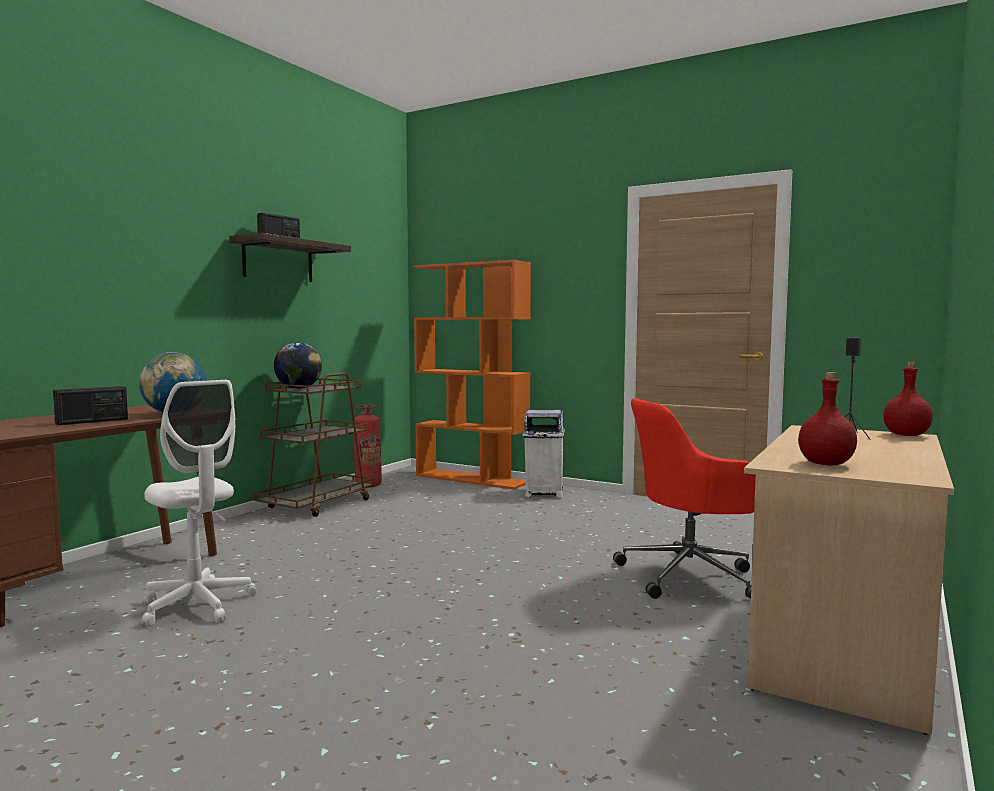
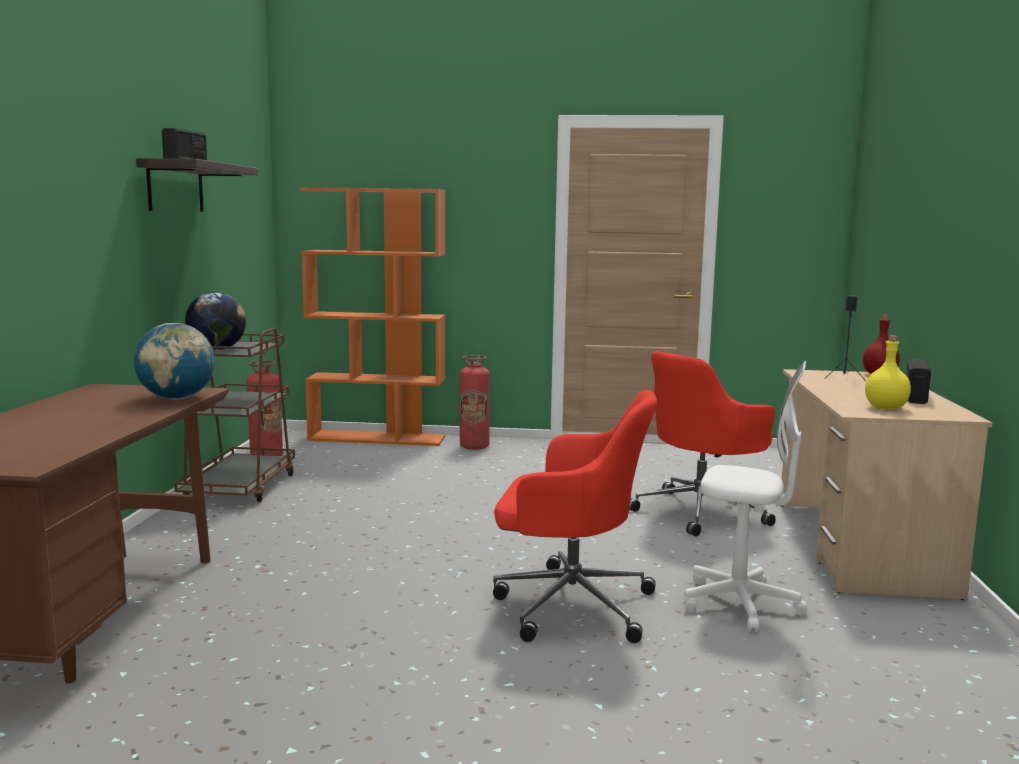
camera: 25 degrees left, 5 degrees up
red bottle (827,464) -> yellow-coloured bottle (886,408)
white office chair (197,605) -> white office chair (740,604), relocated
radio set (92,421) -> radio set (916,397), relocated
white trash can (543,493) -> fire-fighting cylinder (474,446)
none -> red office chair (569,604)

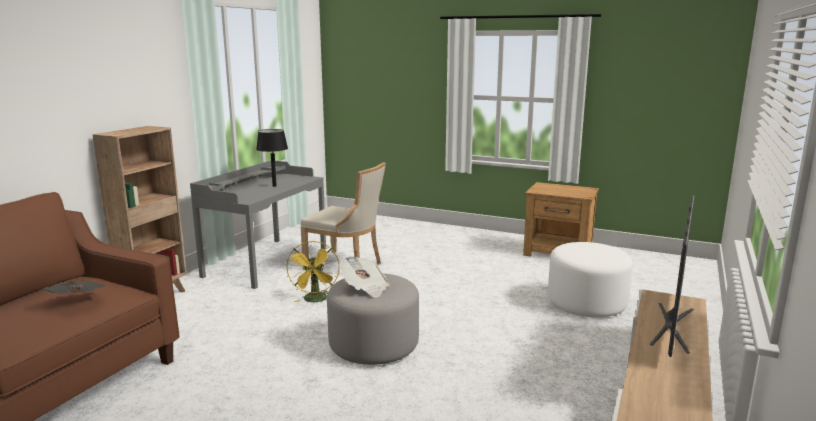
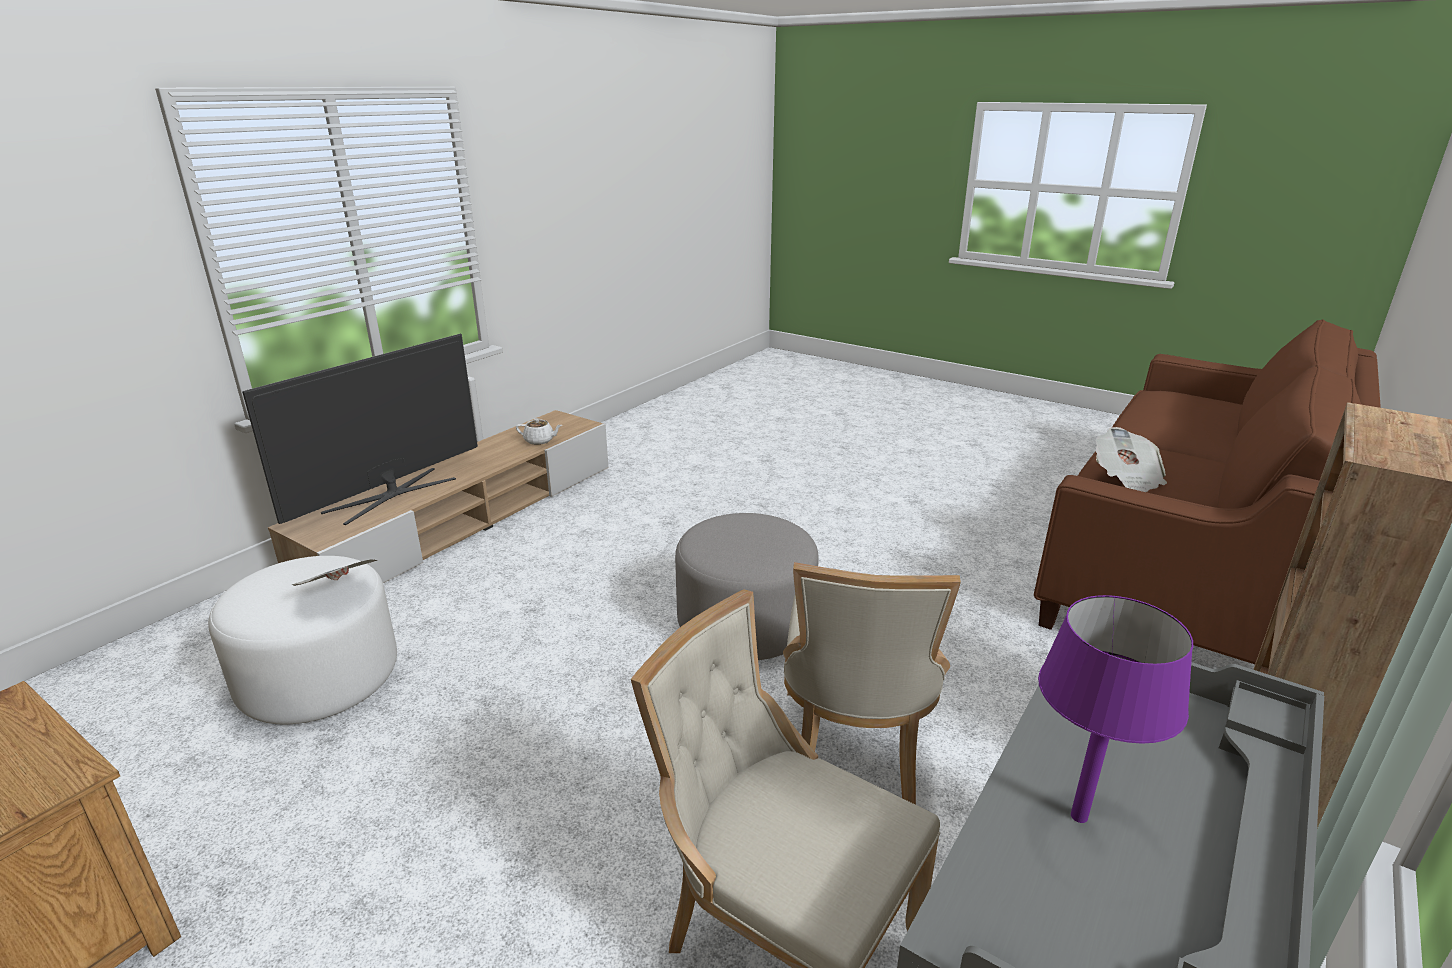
camera: 170 degrees left, 10 degrees up
blackish lamp for a table (274,186) -> purplish lamp for a table (1079,817)
yellow-coloured cooling fan (316,300) -> beige plain chair (853,755)
printed paper (365,288) -> printed paper (339,591), relocated
none -> white teapot (540,441)

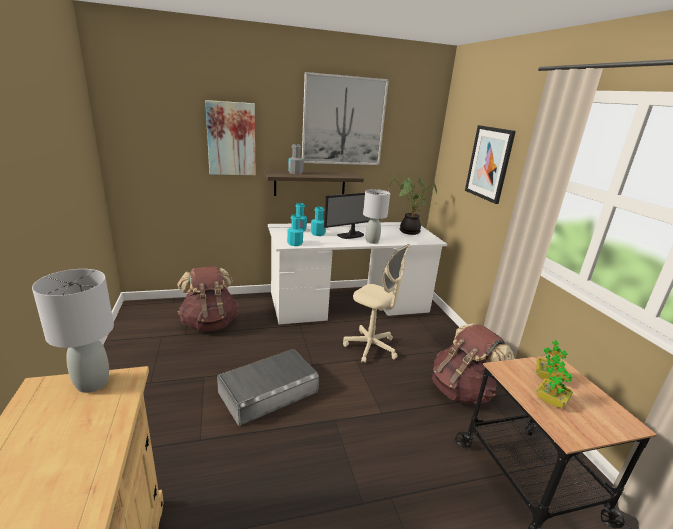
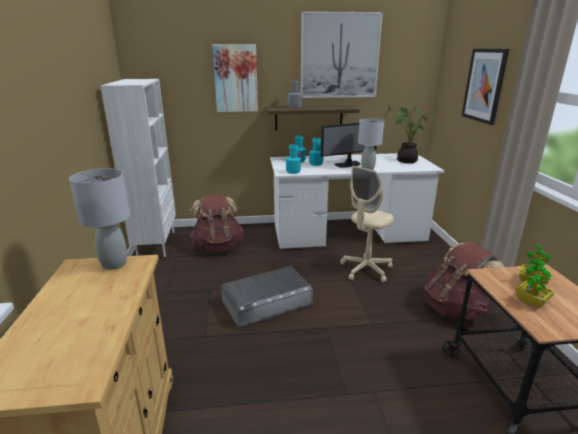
camera: 10 degrees right, 0 degrees up
beige office chair (371,347) -> beige office chair (366,269), 90 degrees clockwise
none -> white bookshelf (156,244)

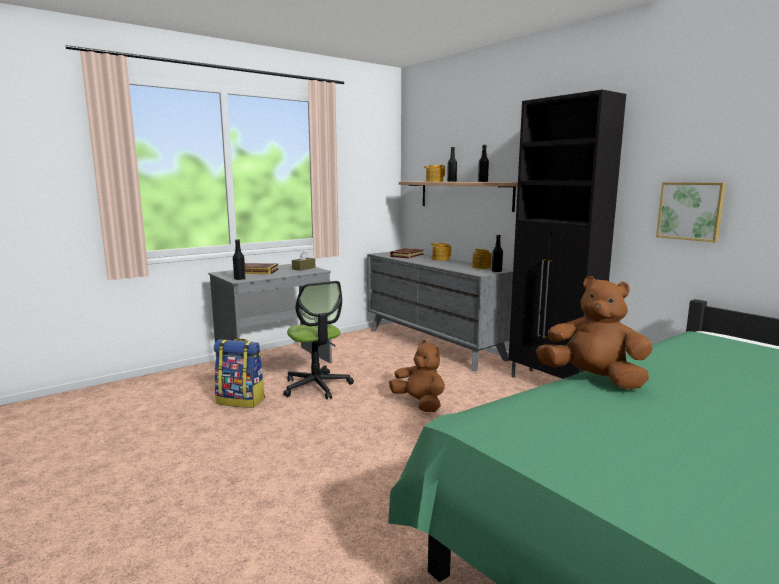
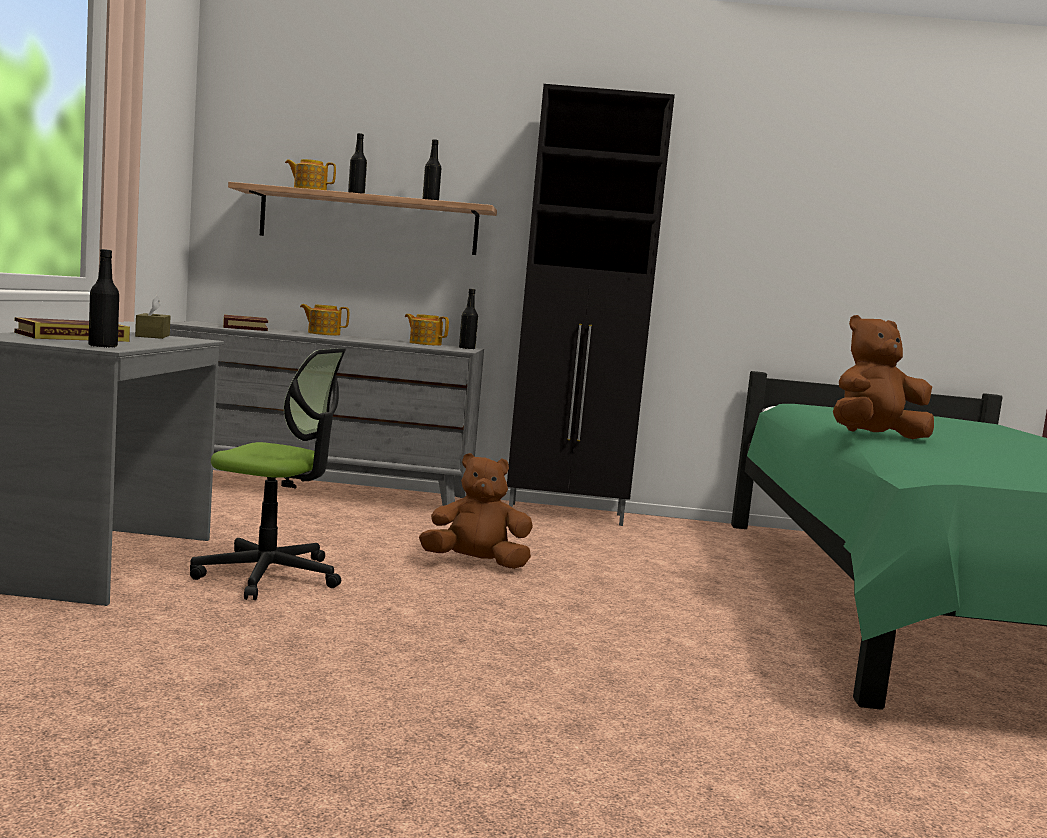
camera: 50 degrees left, 5 degrees down
wall art (690,211) -> none
knapsack (241,401) -> none

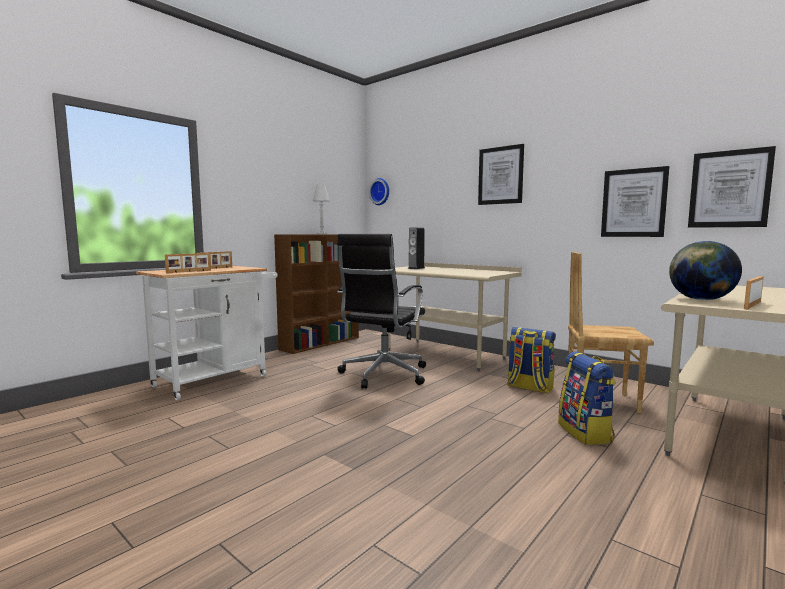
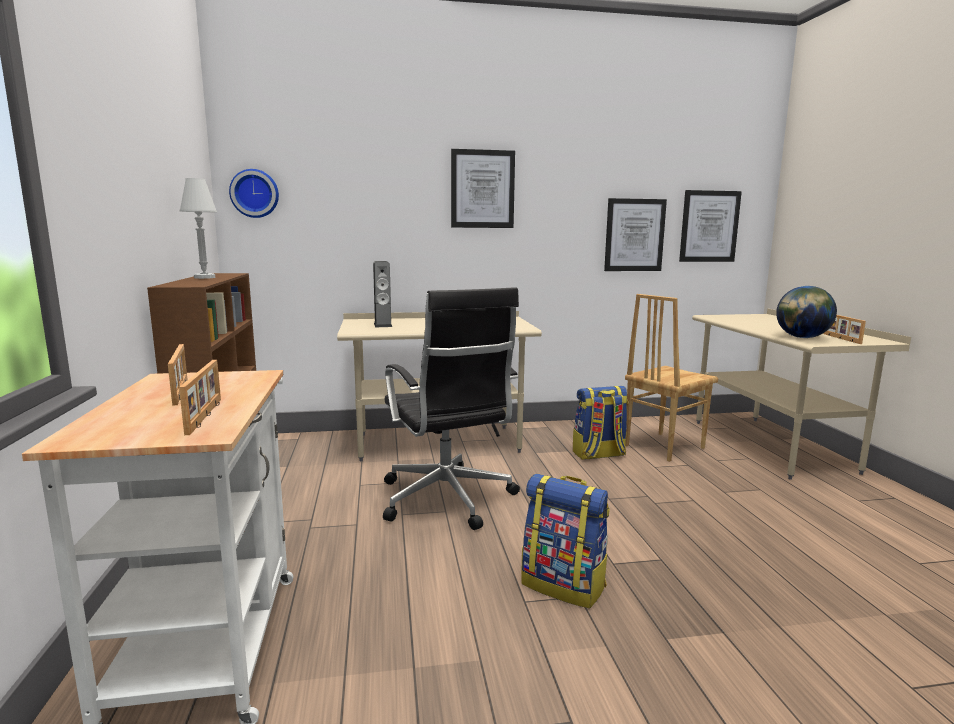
camera: 50 degrees left, 5 degrees up
knapsack (585,433) -> knapsack (564,585), relocated

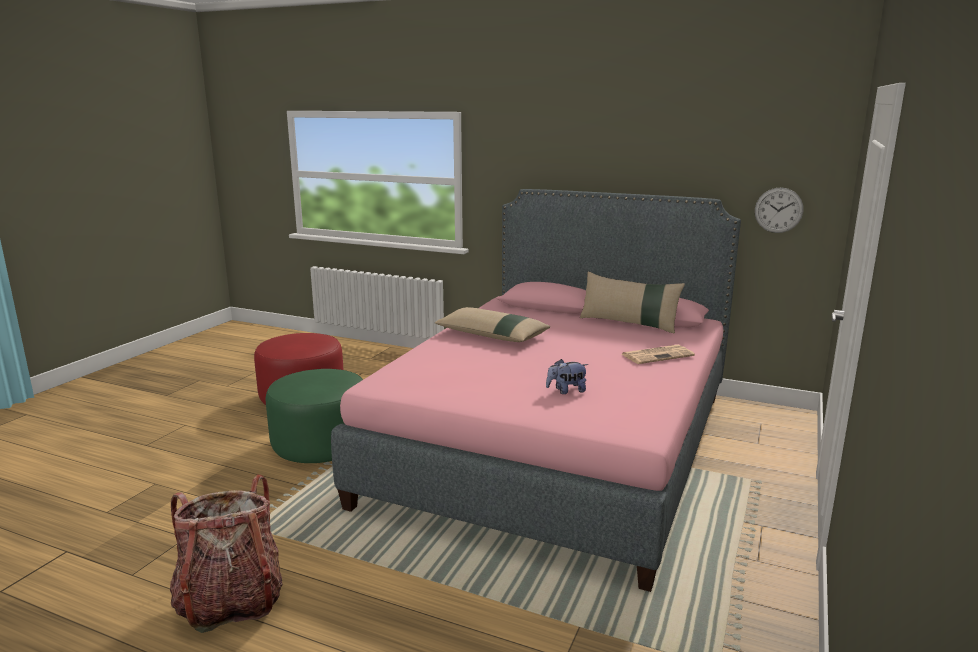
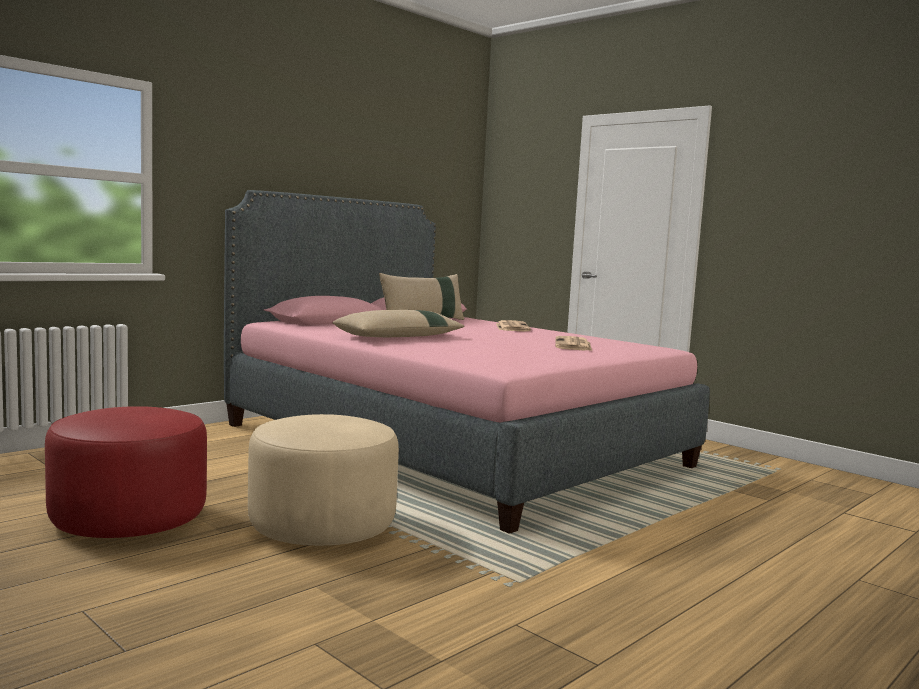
camera: 70 degrees left, 10 degrees down
wall clock (778,210) -> none
soft toy (566,391) -> printed paper (573,345)
greenish pouffe (321,445) -> beige pouffe (322,526)
knapsack (231,601) -> none

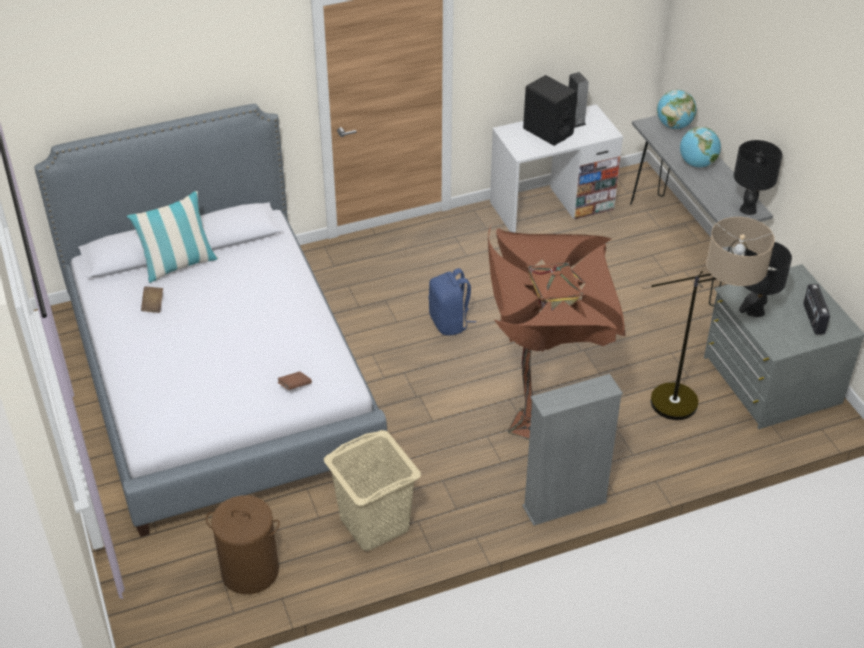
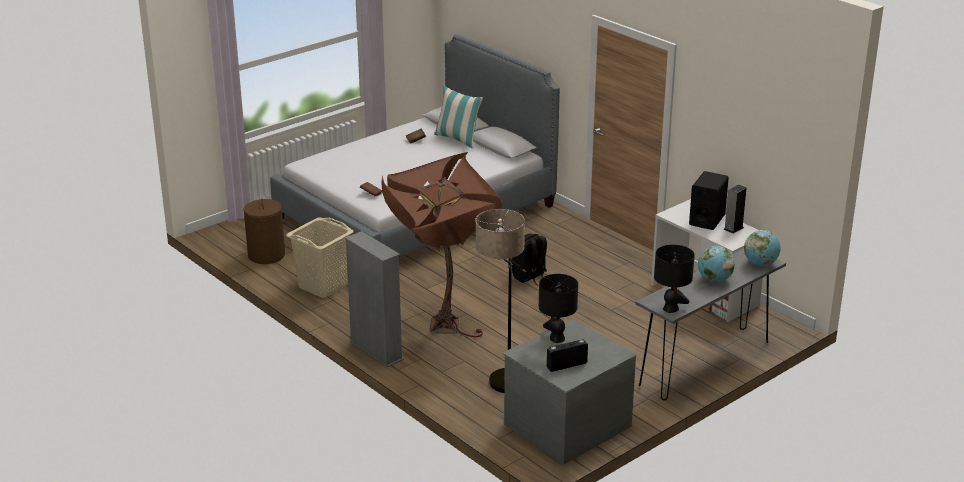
camera: 70 degrees right, 15 degrees down
blue-coloured knapsack (449,323) -> blackish knapsack (530,277)

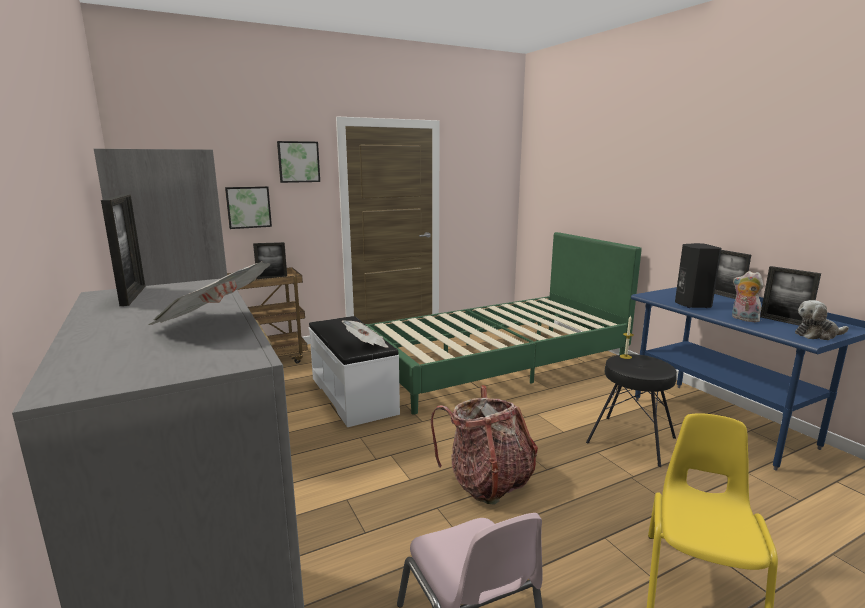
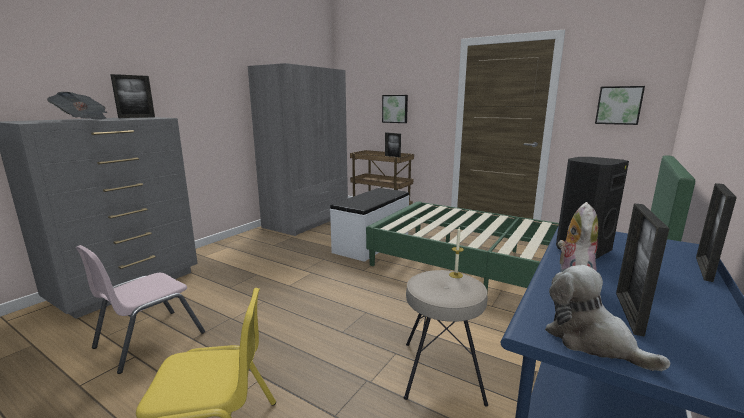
camera: 60 degrees right, 0 degrees up
wall art (298,162) -> wall art (619,105), relocated
printed paper (366,345) -> none
blackish sitting stool (631,440) -> beige sitting stool (441,371)
knapsack (487,481) -> none

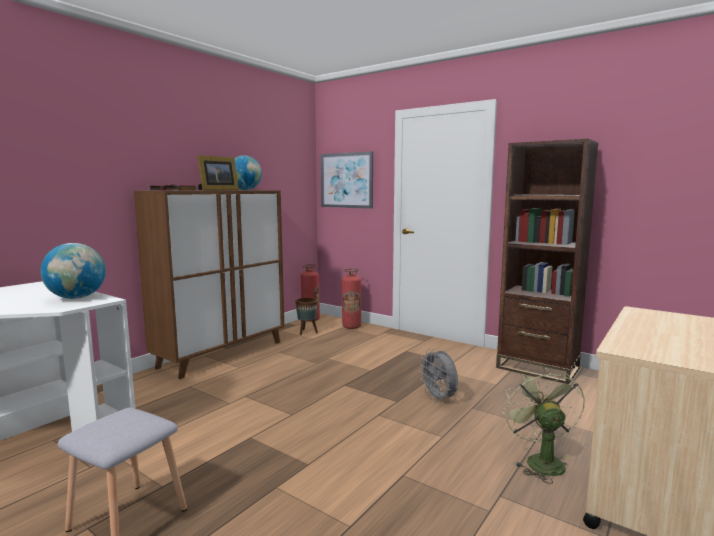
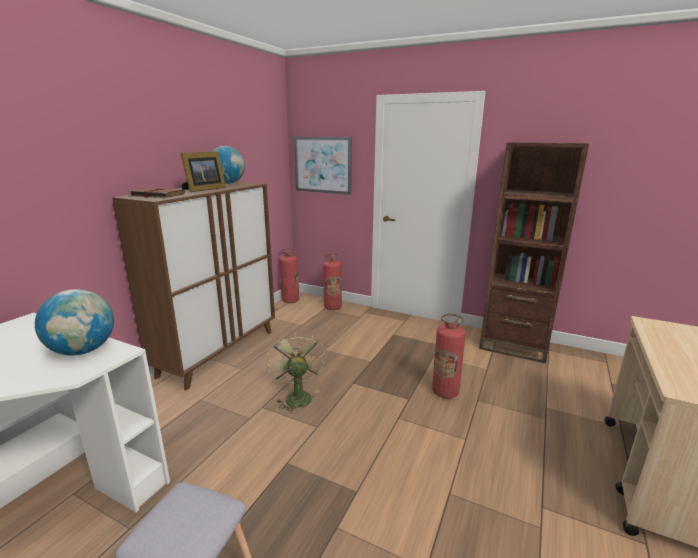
camera: 10 degrees left, 10 degrees up
brown-coloured plant pot (307,332) -> none
gray cooling fan (439,399) -> fire-fighting cylinder (445,392)
greenish cooling fan (540,460) -> greenish cooling fan (296,396), relocated

